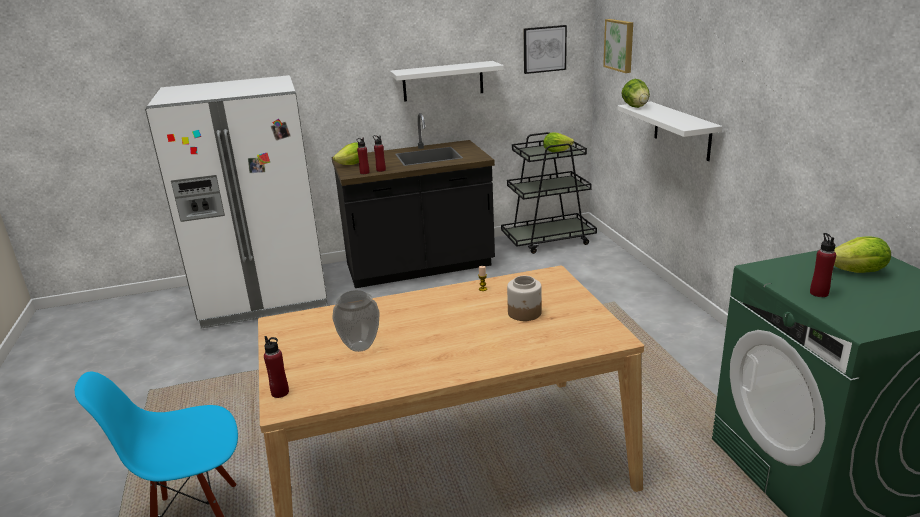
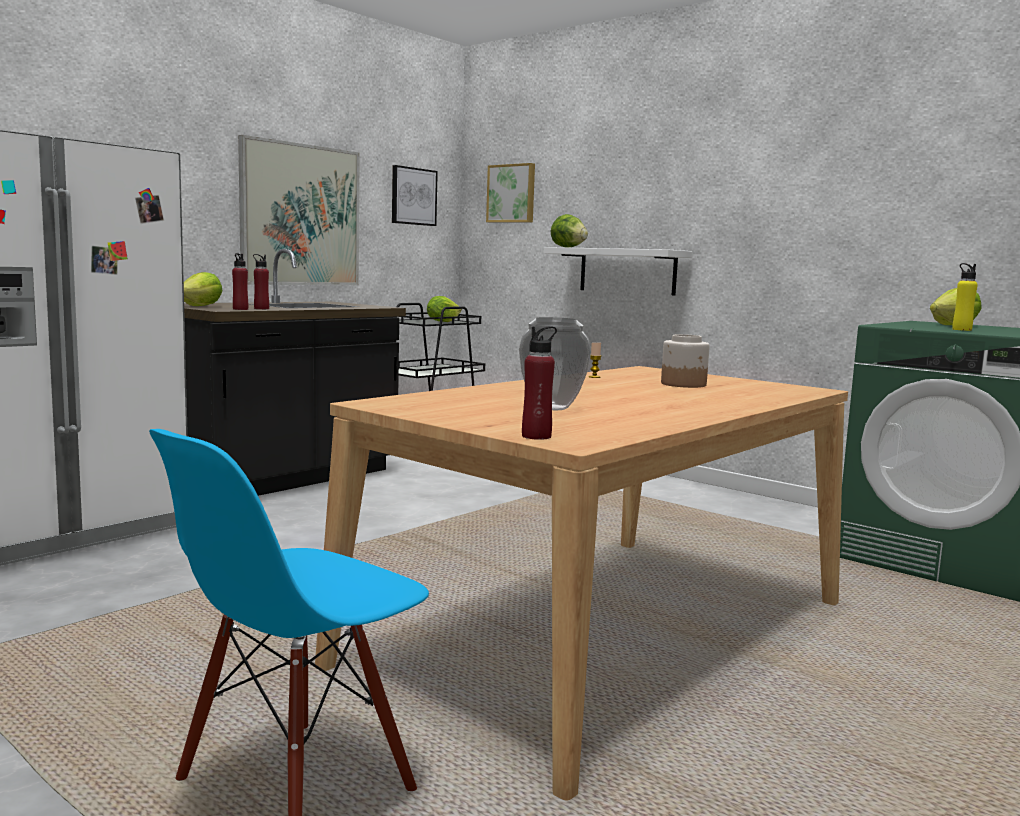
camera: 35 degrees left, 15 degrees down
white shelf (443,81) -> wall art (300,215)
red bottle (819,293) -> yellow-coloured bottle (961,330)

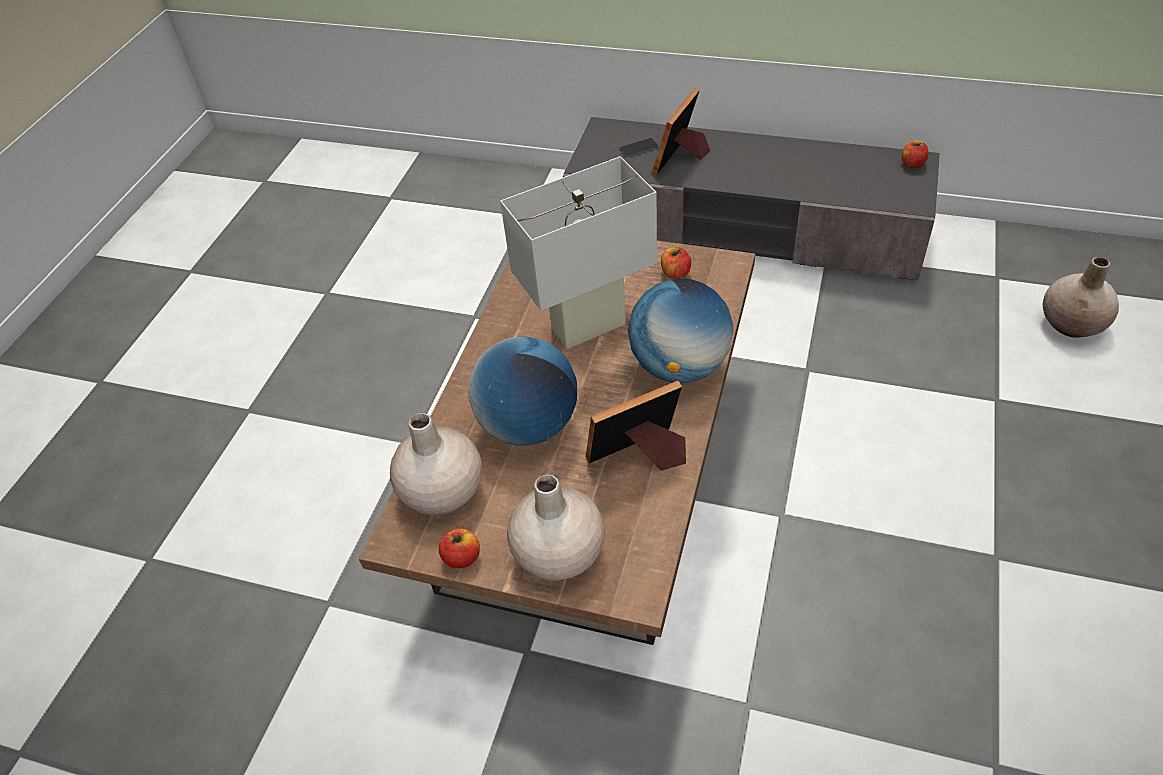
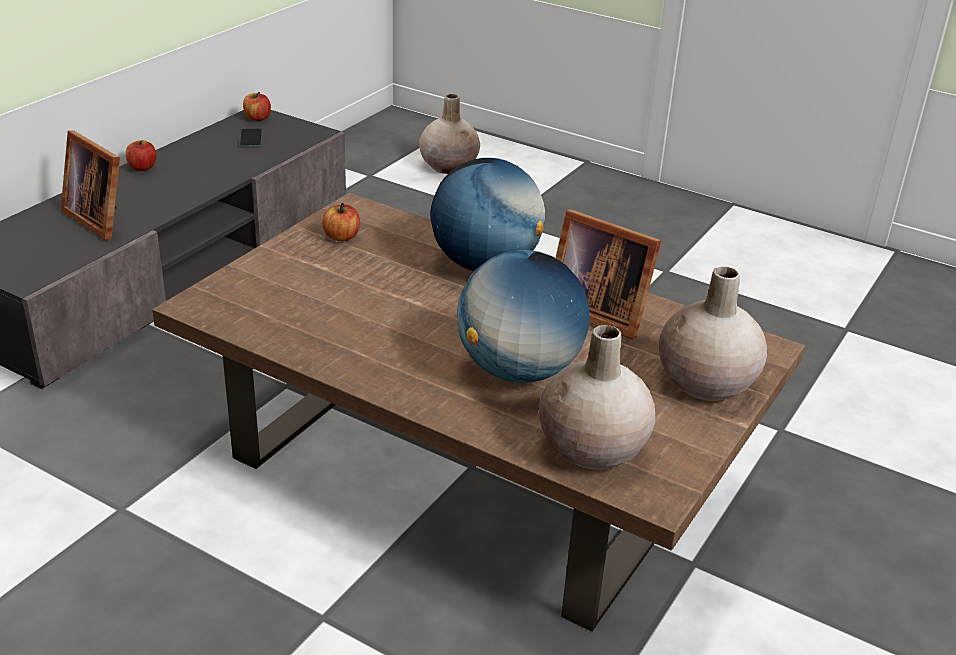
camera: 80 degrees left, 15 degrees down
phone (638,148) -> phone (251,139), relocated
white lamp for a table (588,327) -> none
standing frame (640,456) -> standing frame (596,311), 45 degrees counterclockwise
apple fruit (462,557) -> apple fruit (142,167), relocated

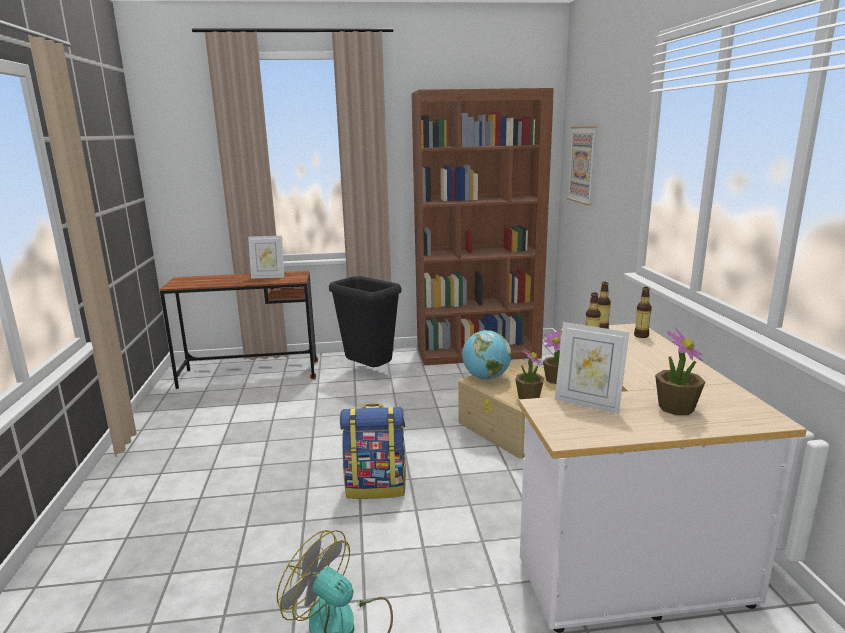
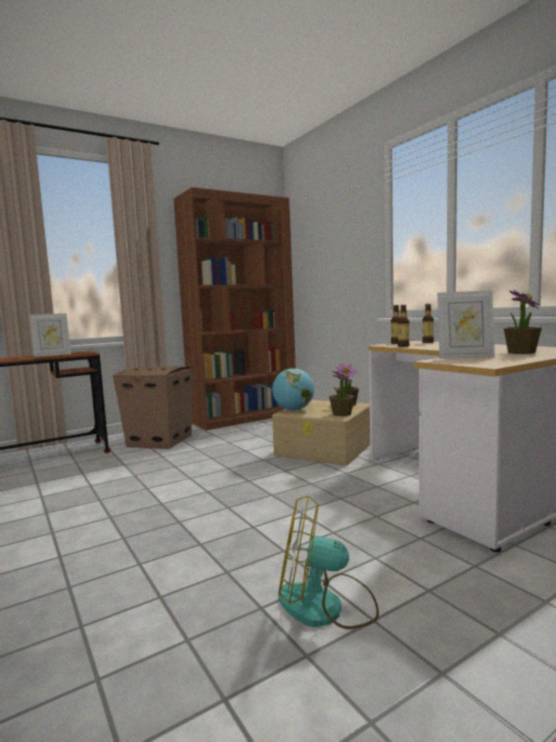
camera: 25 degrees left, 10 degrees down
wall art (582,164) -> none
blackish trash can (370,372) -> cardboard box (160,441)
knapsack (376,487) -> none

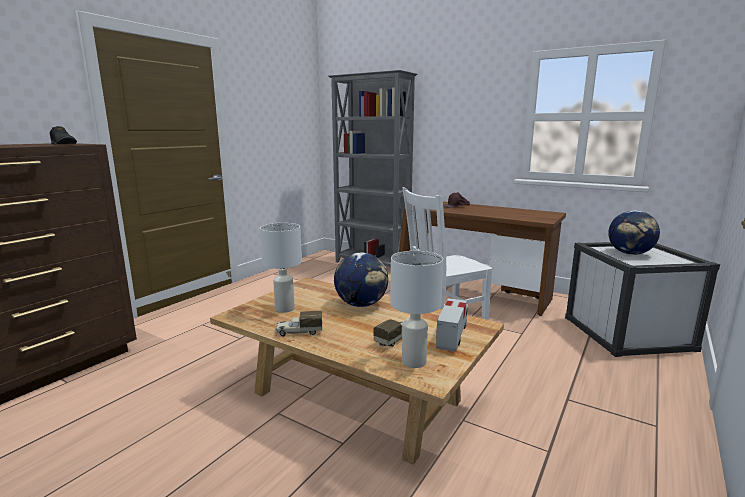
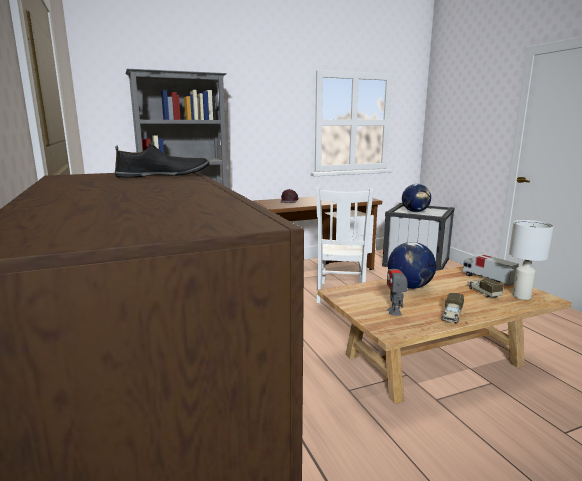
camera: 55 degrees left, 0 degrees up
white lamp for a table (284,309) -> toy robot (394,311)

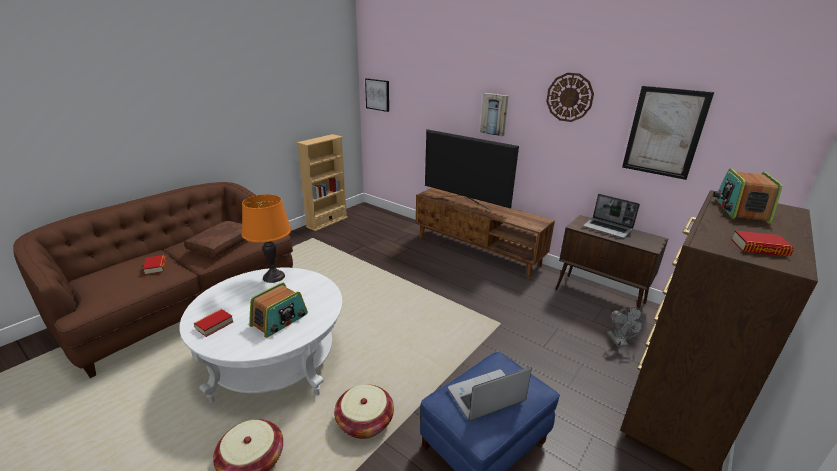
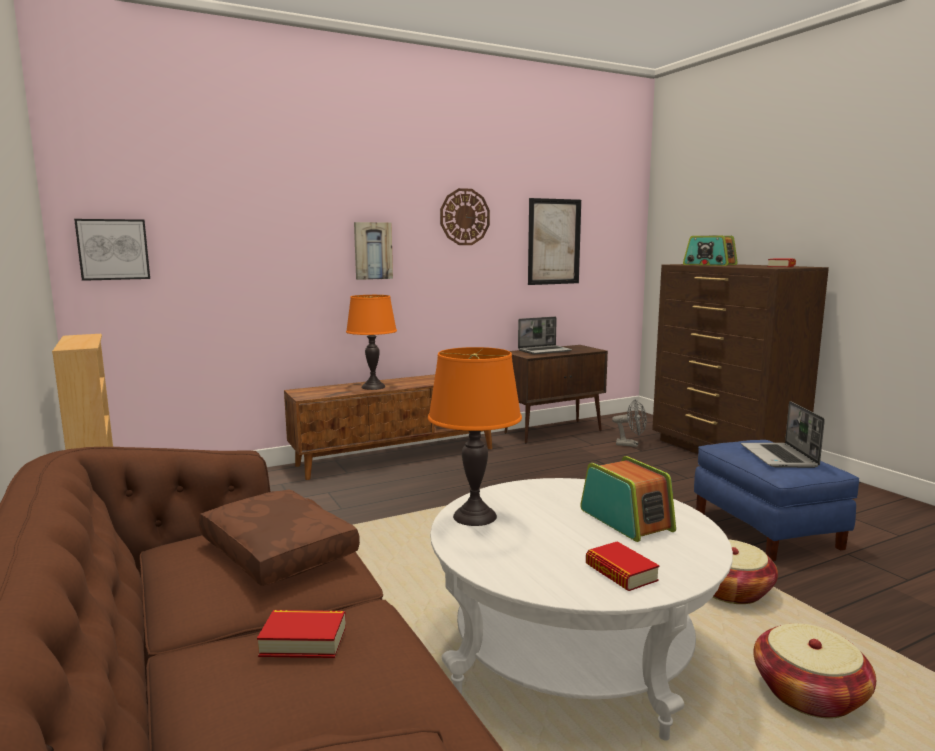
camera: 65 degrees left, 15 degrees down
TV (465,203) -> orange-coloured lamp for a table (373,387)

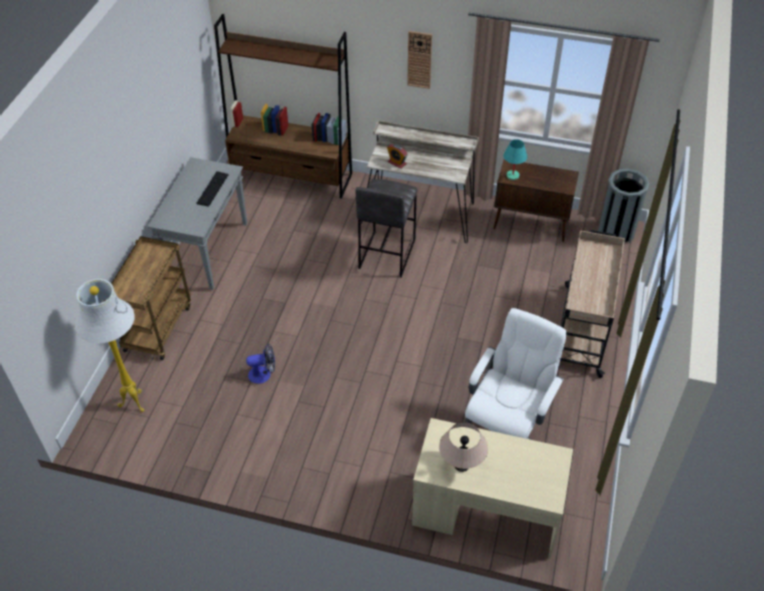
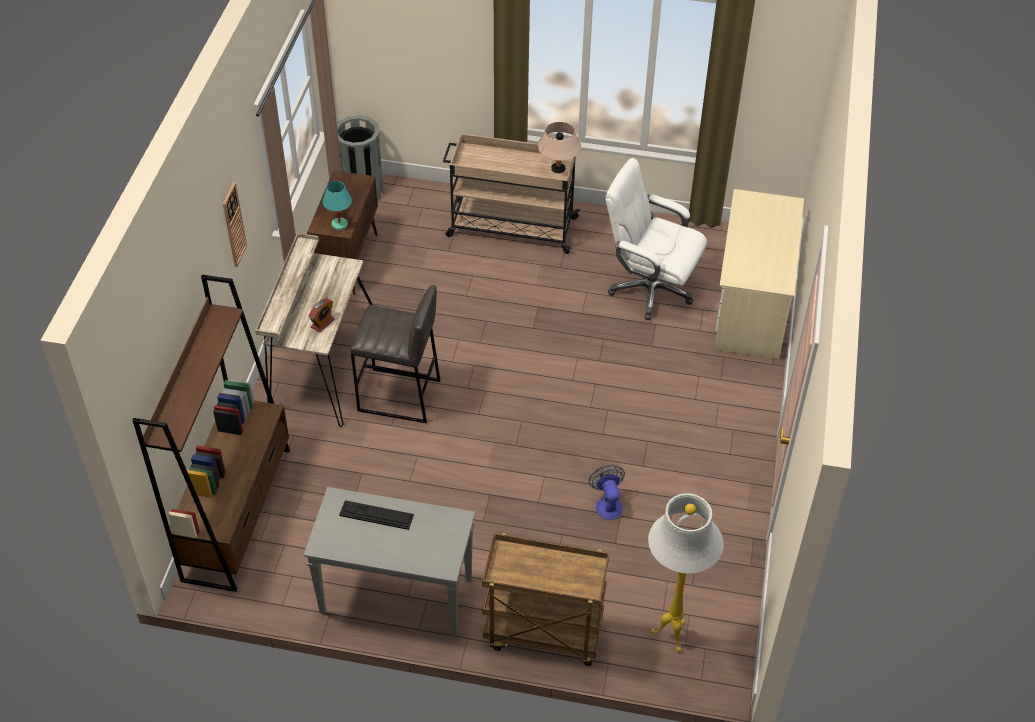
camera: 95 degrees left, 0 degrees up
beige lamp for a table (461,465) -> beige lamp for a table (558,169), relocated

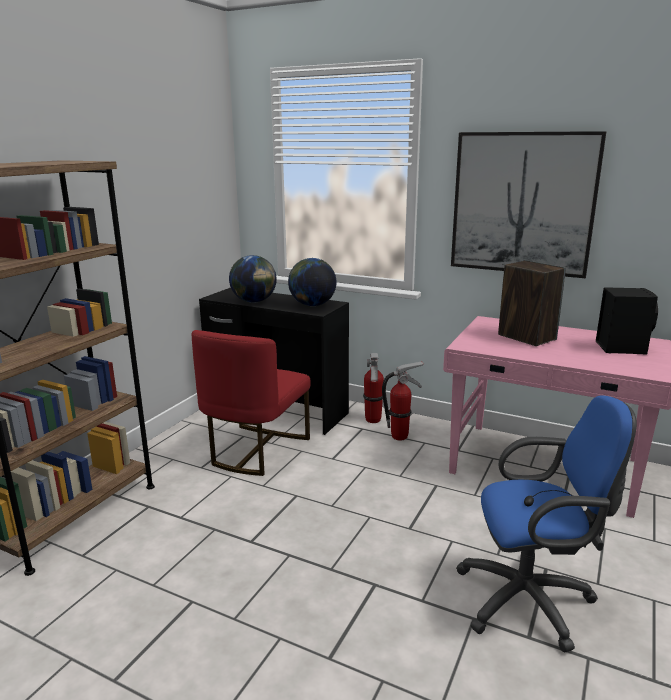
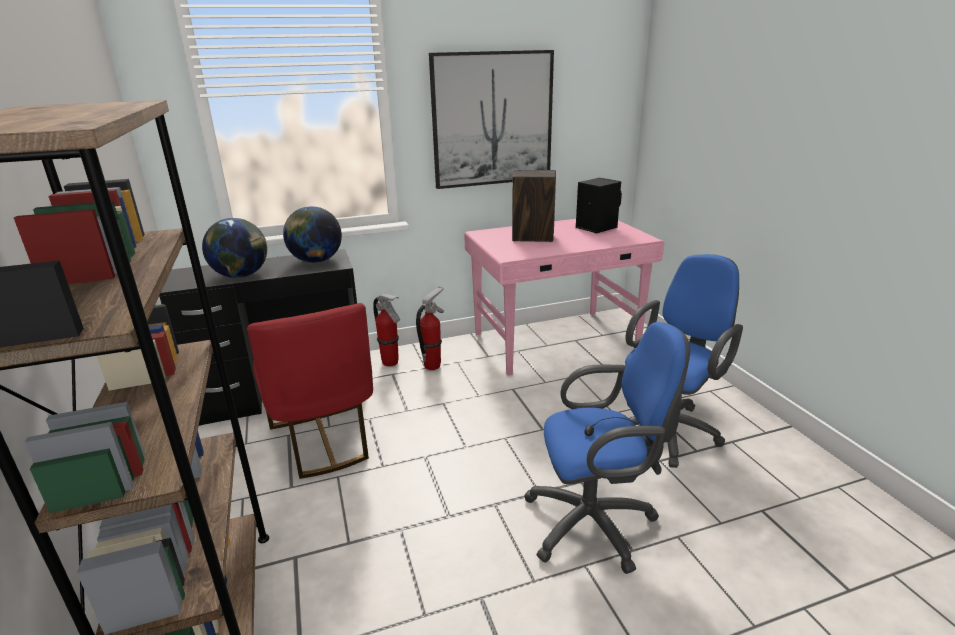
camera: 45 degrees left, 5 degrees up
none -> blue-coloured office chair (597,523)

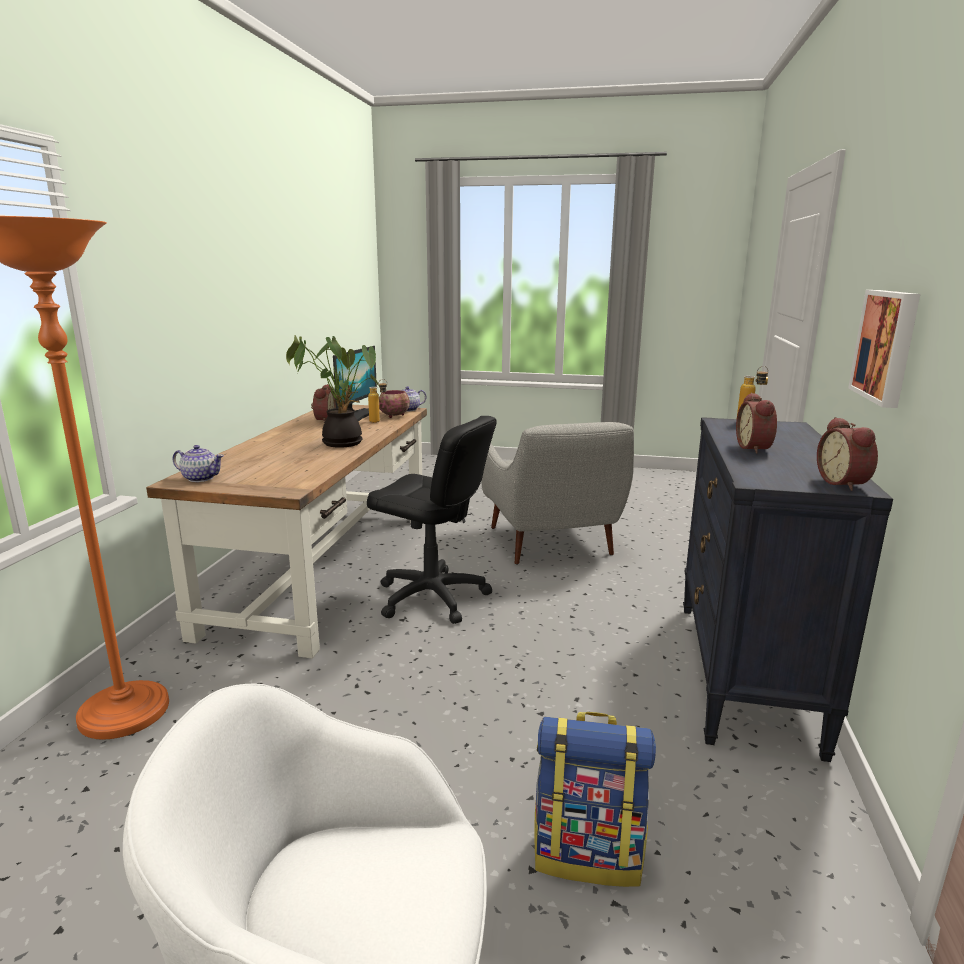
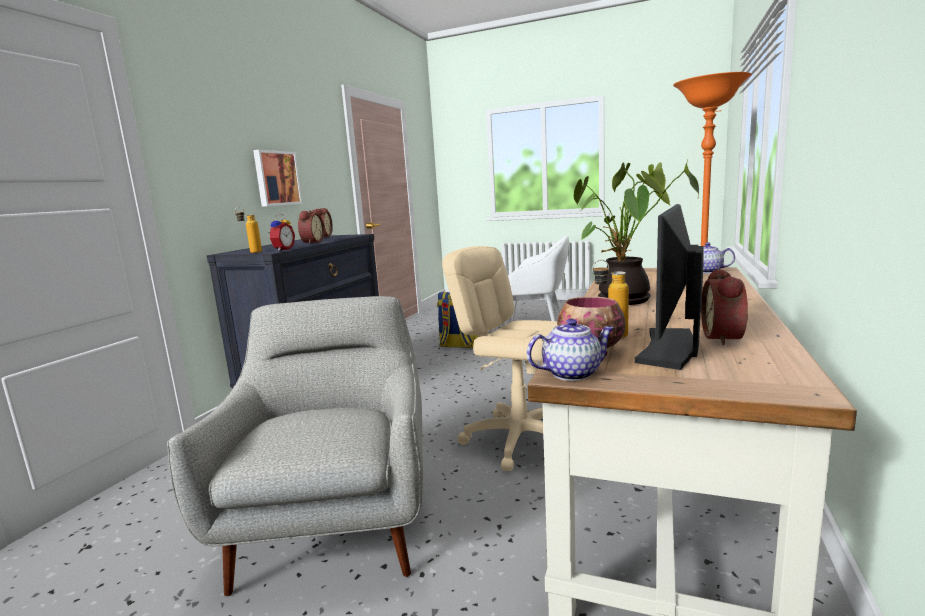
camera: 170 degrees left, 5 degrees down
blackish office chair (432,597) -> beige office chair (520,439)
none -> table clock (282,249)

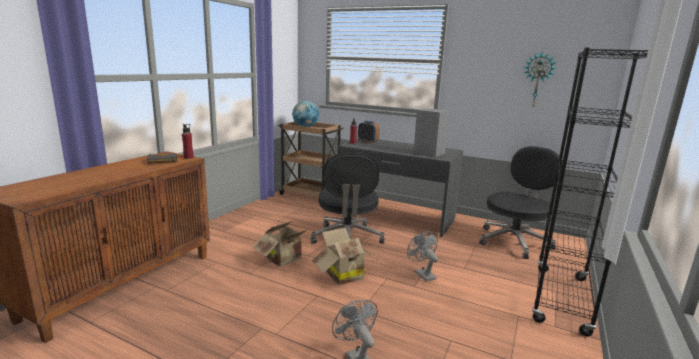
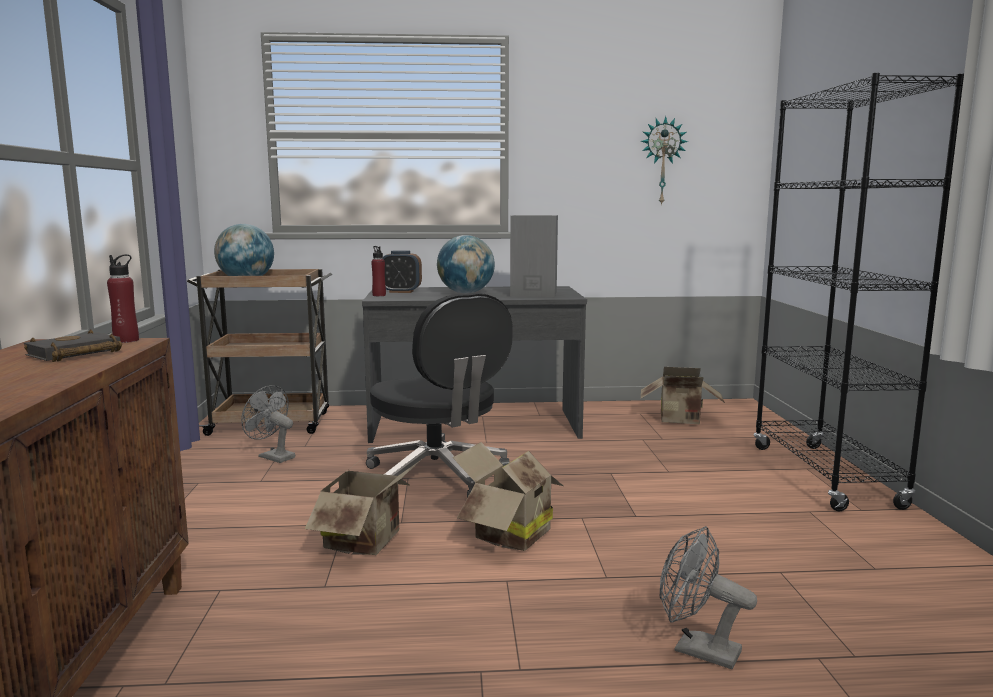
camera: 30 degrees left, 5 degrees down
blackish office chair (514,241) -> cardboard box (681,421)
gray cooling fan (422,274) -> gray cooling fan (272,456), relocated
none -> world globe (466,293)

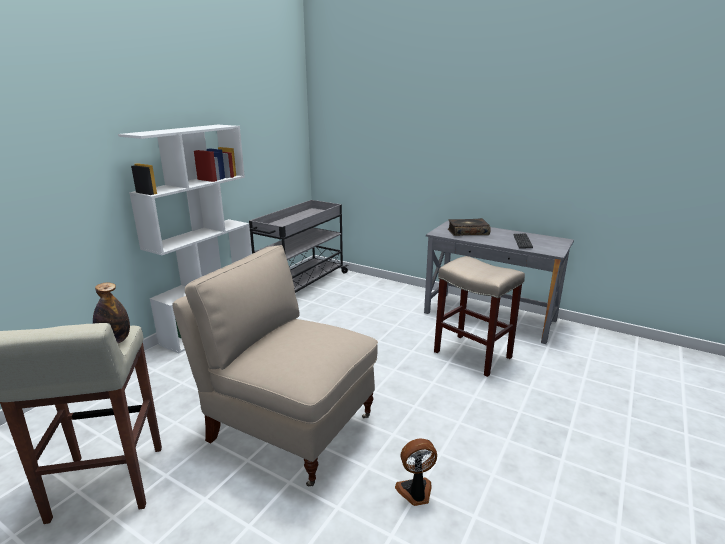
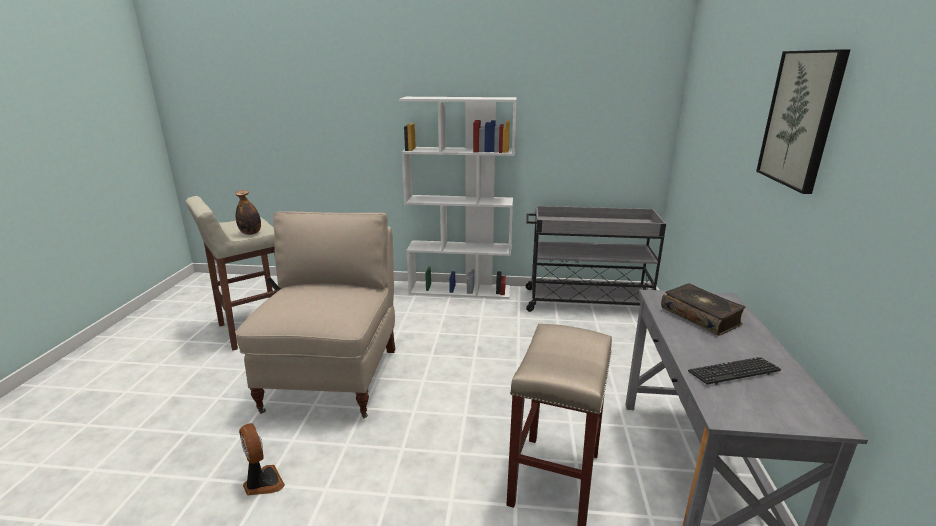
camera: 65 degrees right, 0 degrees up
none -> wall art (801,119)

